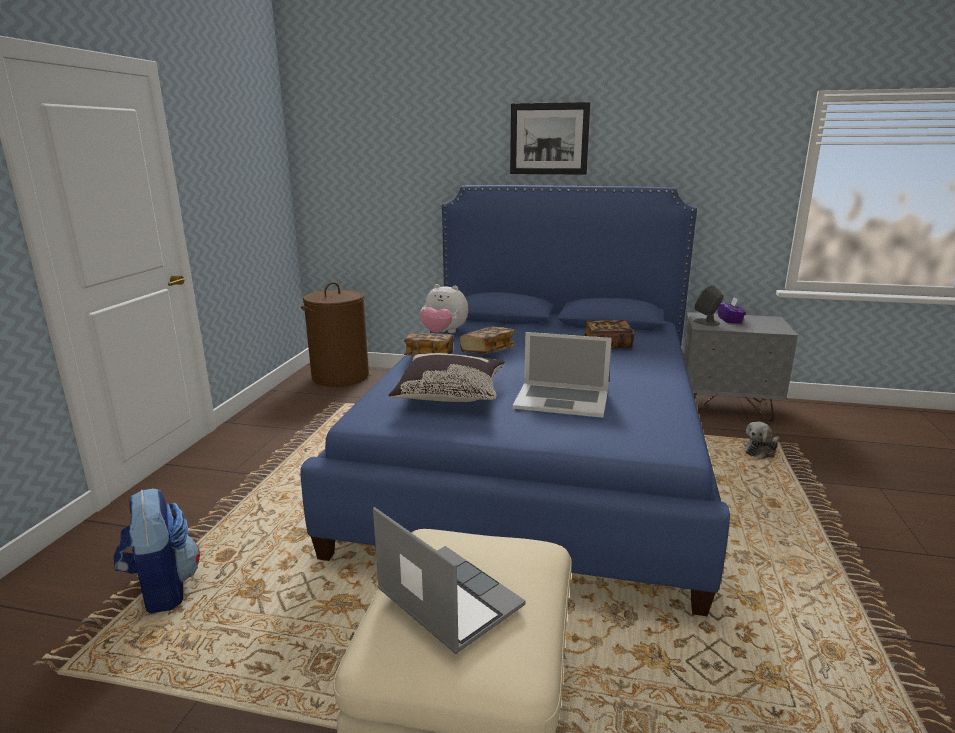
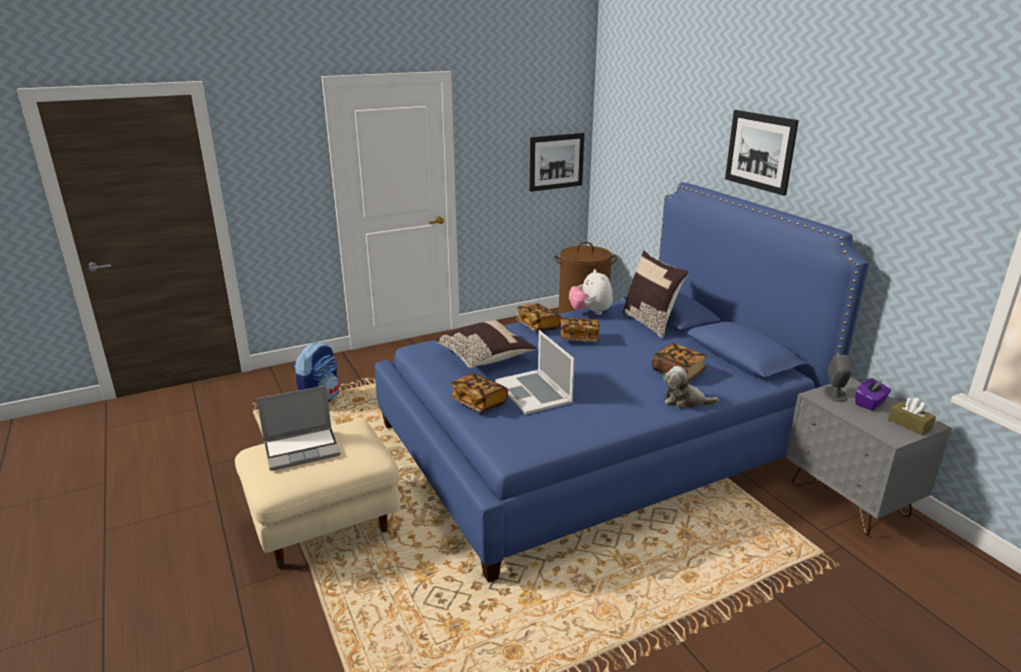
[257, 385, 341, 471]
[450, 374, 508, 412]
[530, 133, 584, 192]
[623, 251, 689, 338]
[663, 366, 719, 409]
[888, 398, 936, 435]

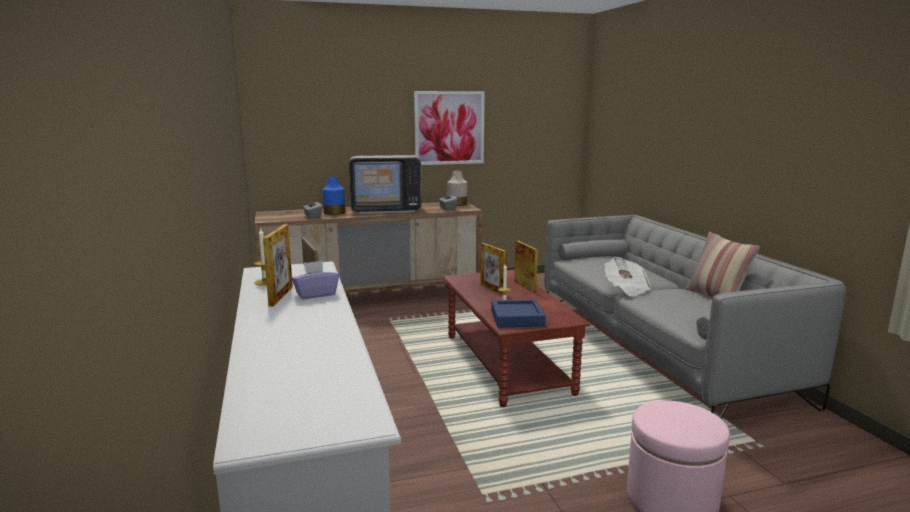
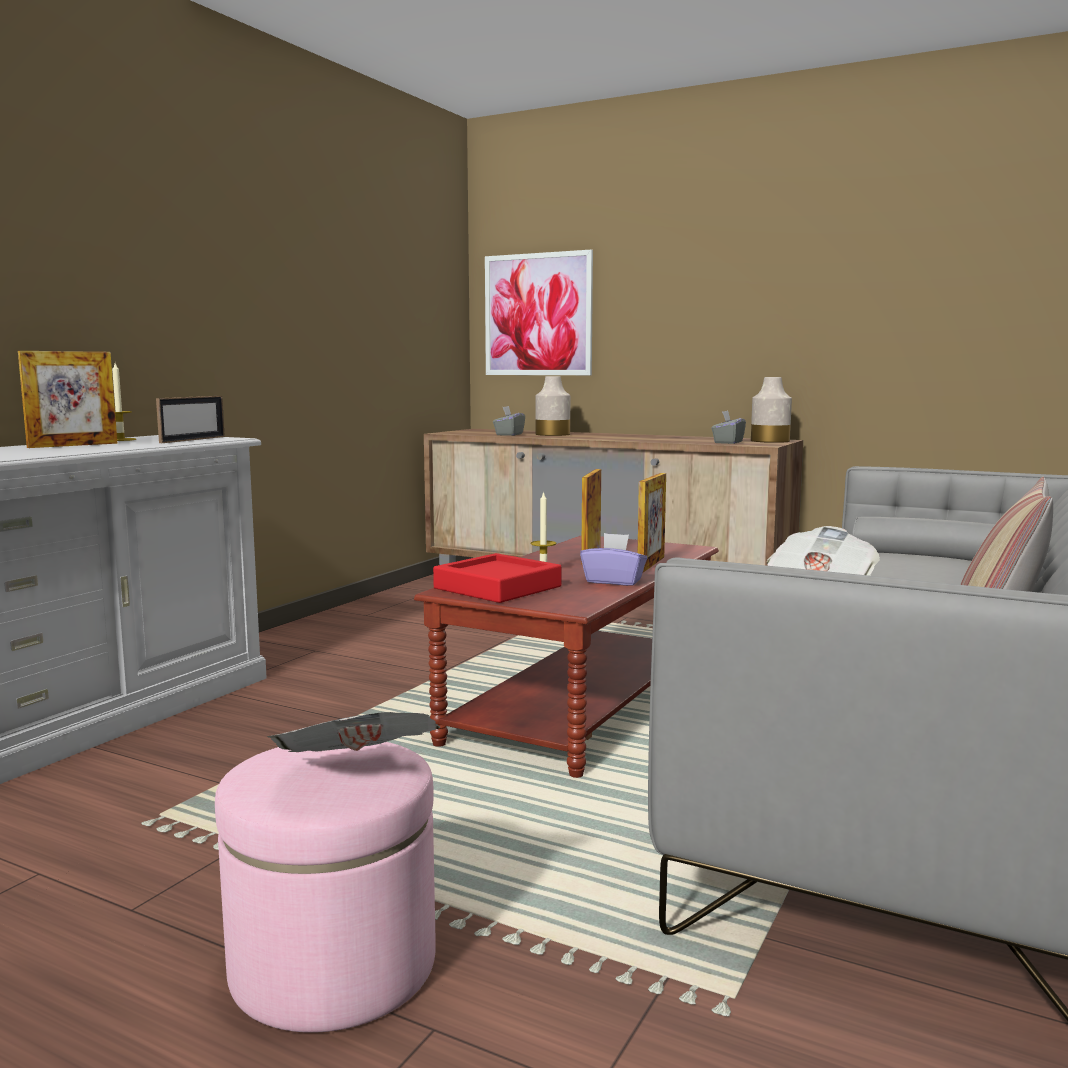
[267, 712, 440, 752]
[433, 553, 561, 603]
[485, 250, 593, 375]
[536, 376, 570, 436]
[580, 533, 647, 586]
[349, 155, 422, 214] (first image)

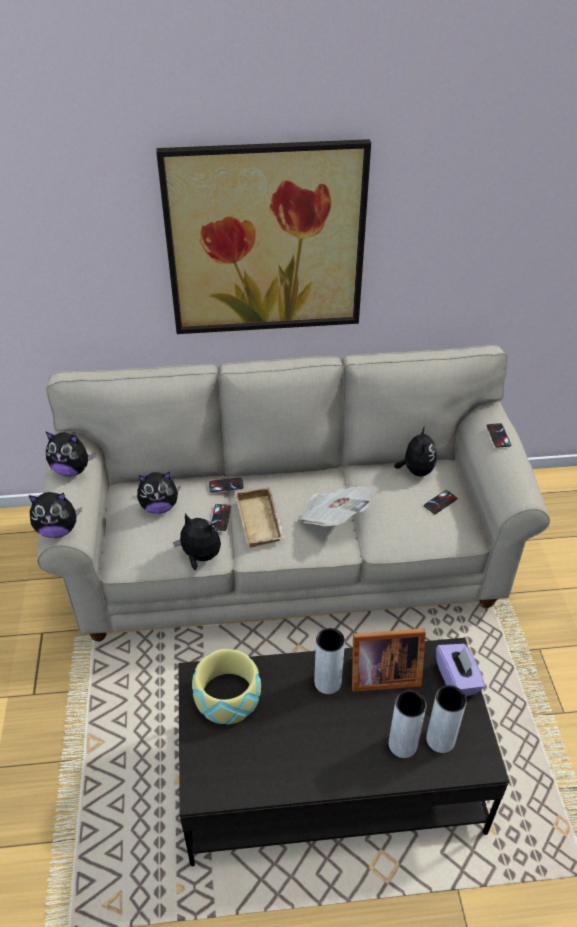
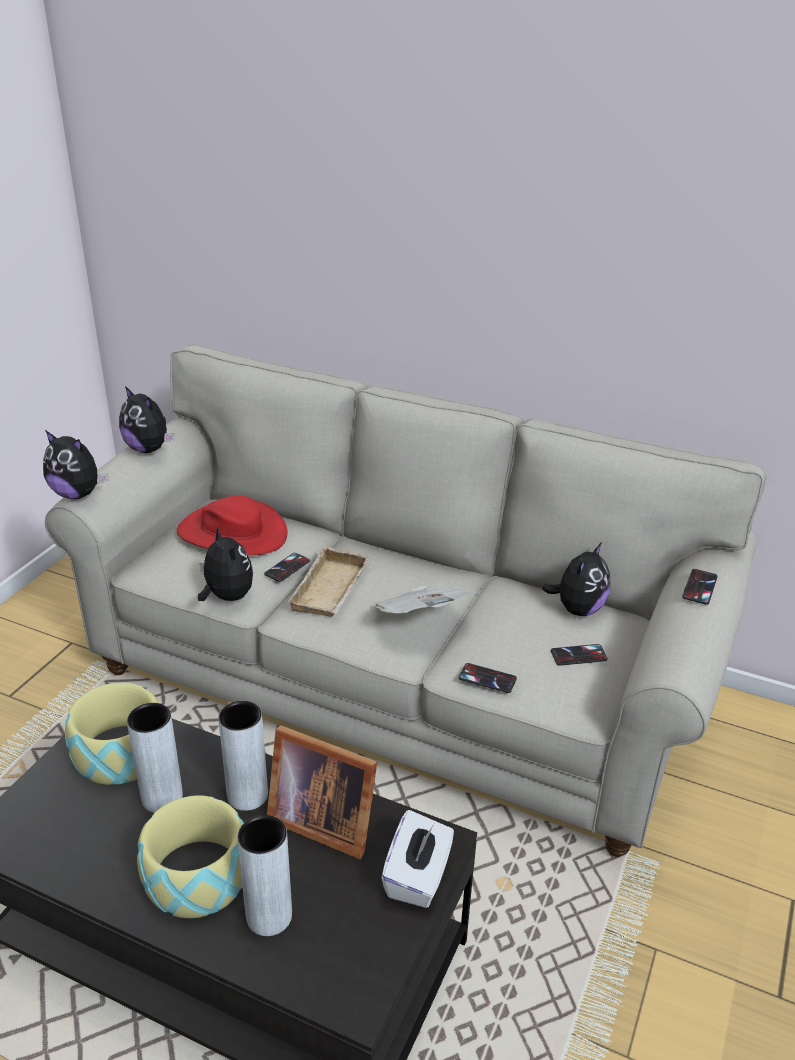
[127, 703, 183, 813]
[137, 795, 243, 918]
[177, 496, 288, 556]
[381, 810, 454, 908]
[459, 663, 517, 693]
[156, 139, 371, 334] (first image)

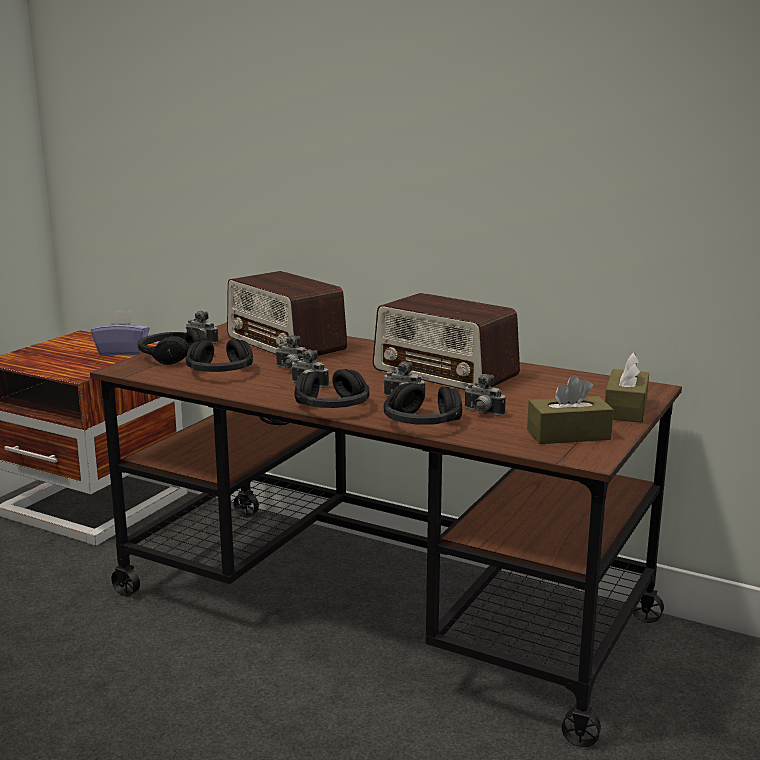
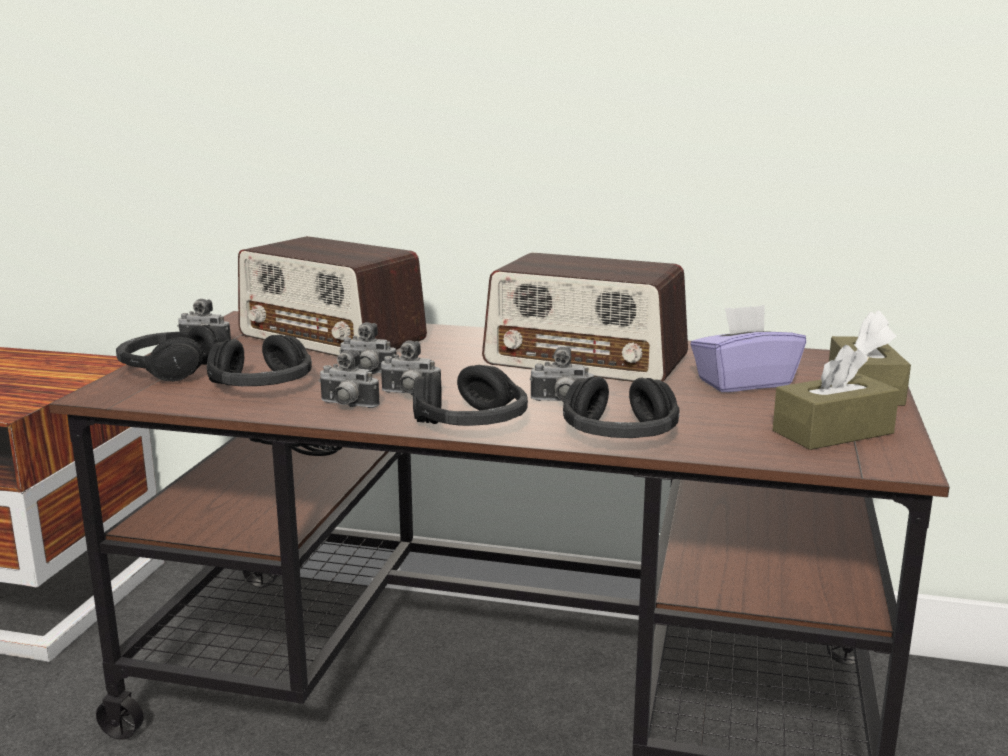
[318, 350, 380, 408]
[691, 305, 806, 392]

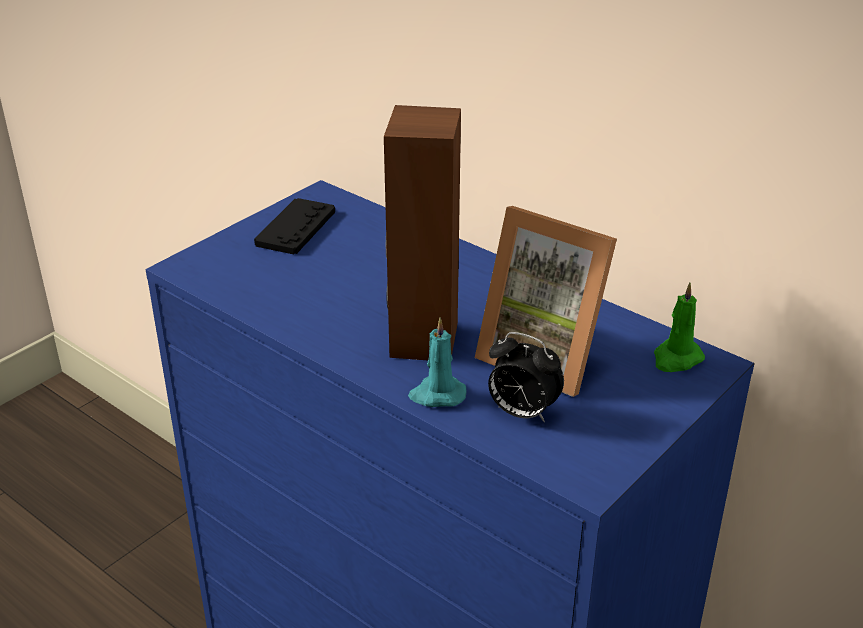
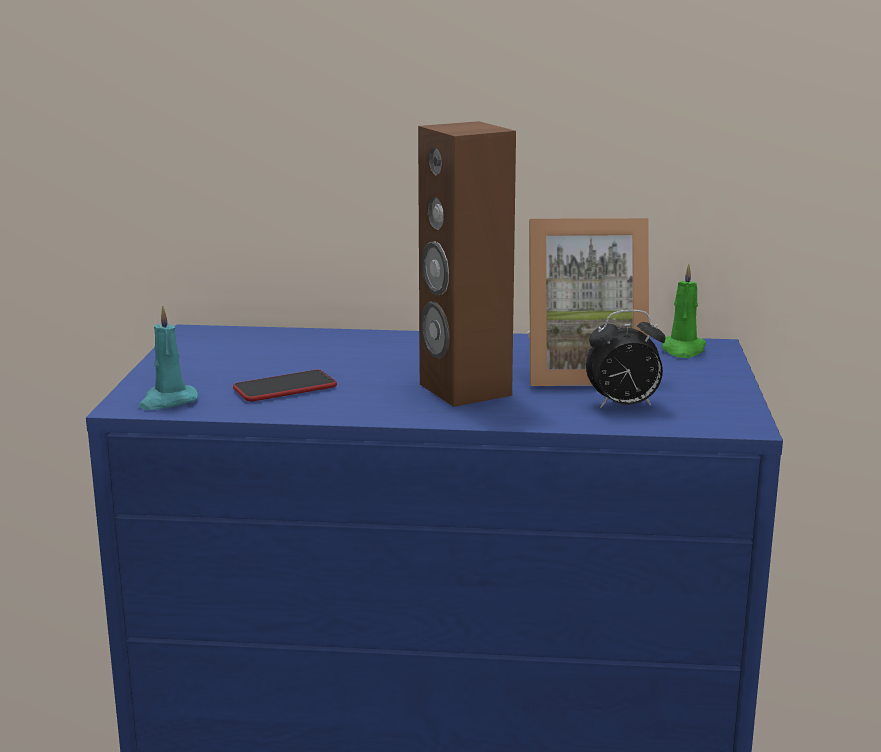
[138, 305, 199, 410]
[233, 370, 337, 401]
[254, 198, 335, 254] (first image)

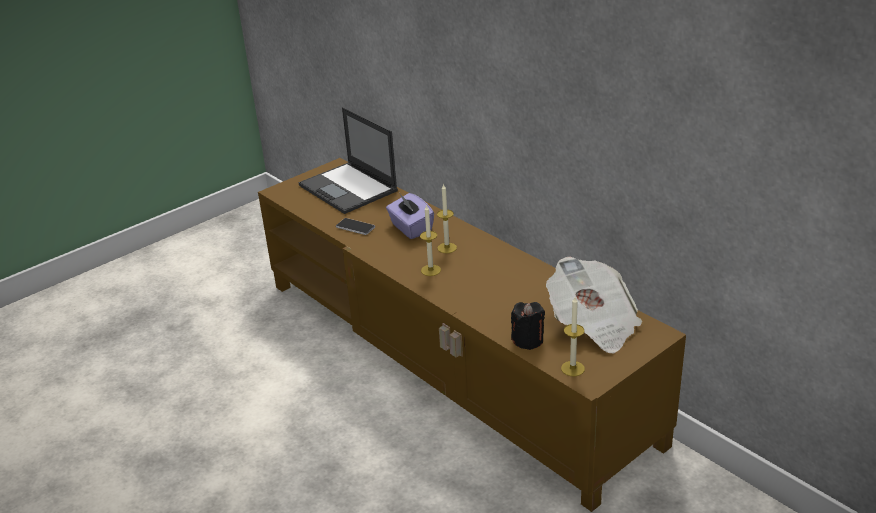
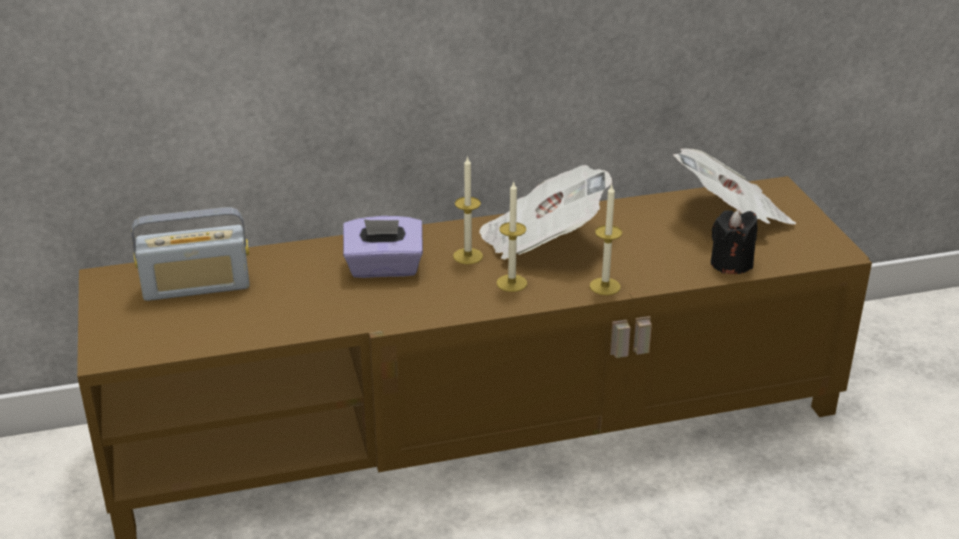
[132, 207, 250, 301]
[479, 165, 612, 260]
[590, 185, 622, 295]
[336, 218, 375, 235] (first image)

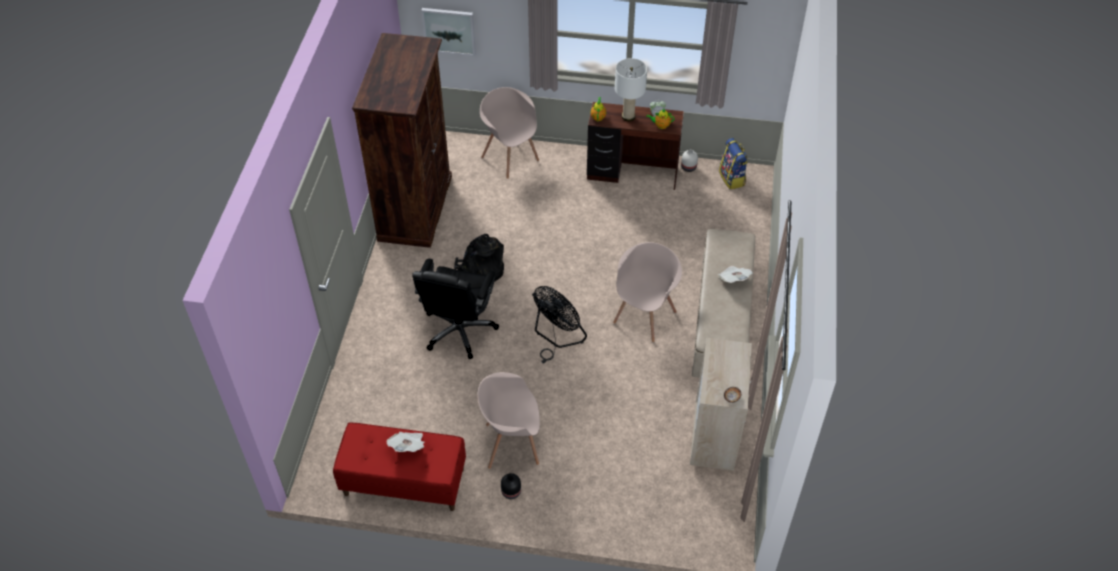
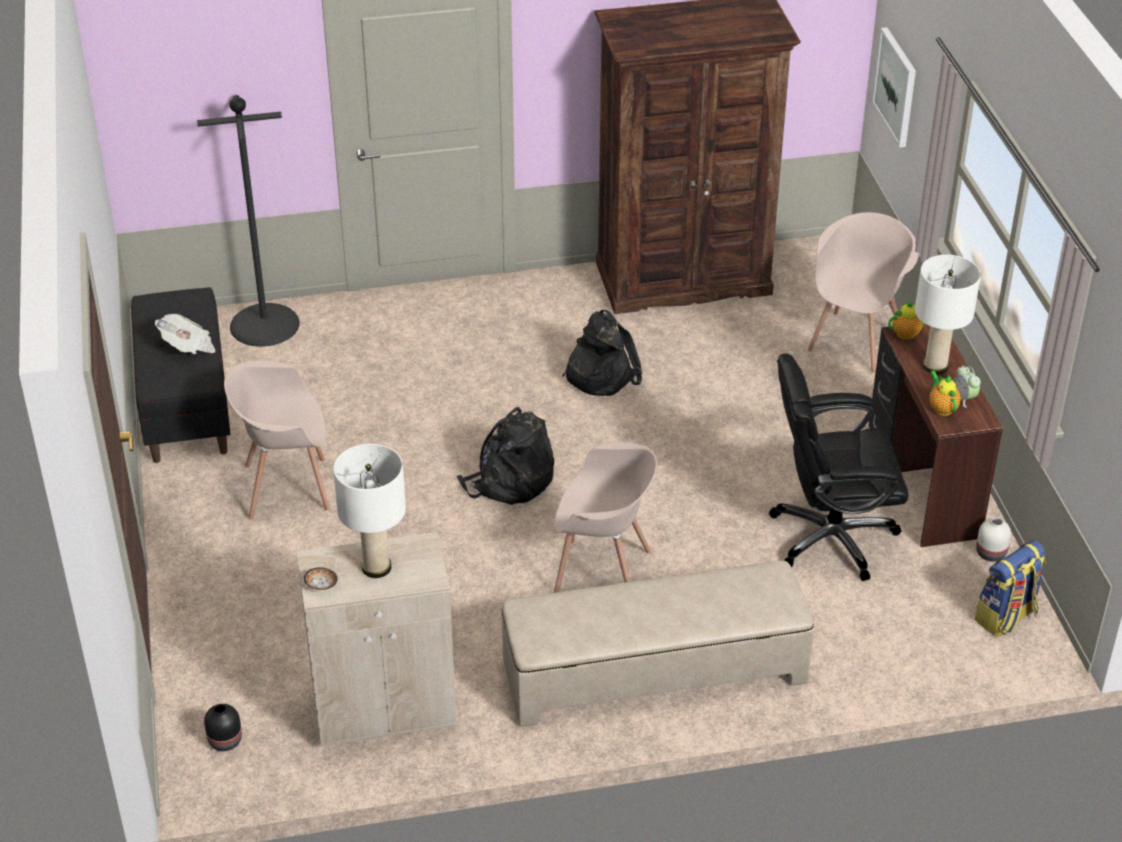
[131, 287, 231, 463]
[197, 95, 300, 347]
[204, 704, 242, 751]
[224, 361, 330, 520]
[333, 444, 406, 578]
[457, 407, 554, 505]
[769, 353, 908, 581]
[718, 266, 753, 283] (first image)

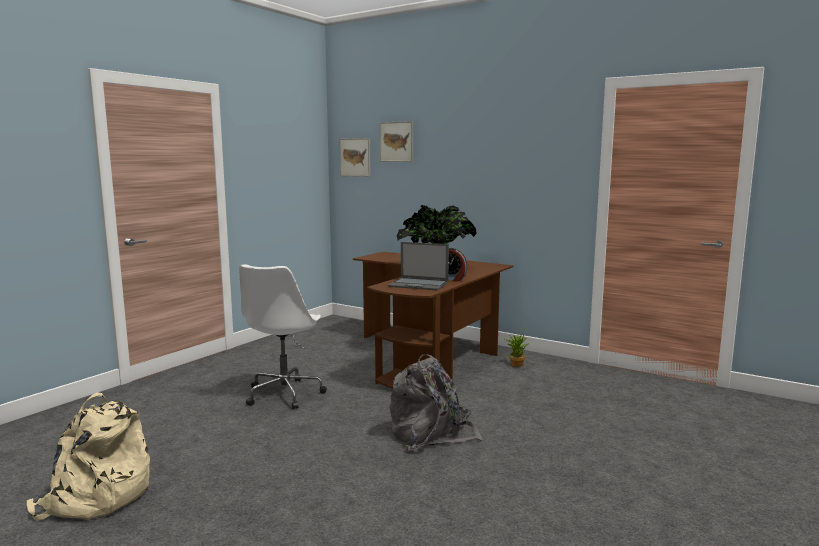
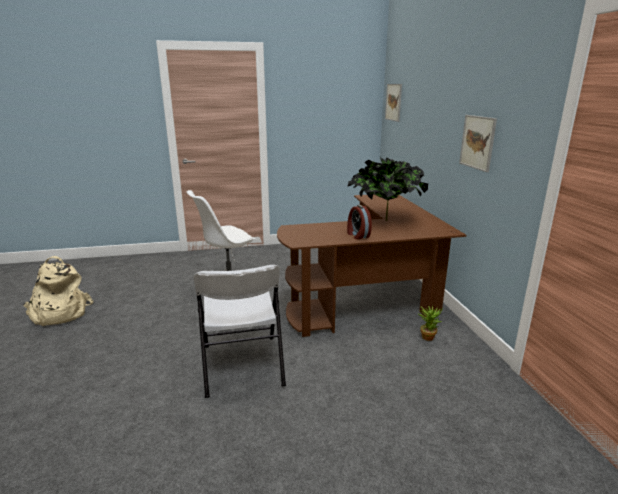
[194, 265, 286, 398]
[459, 115, 497, 172]
[388, 242, 449, 291] (first image)

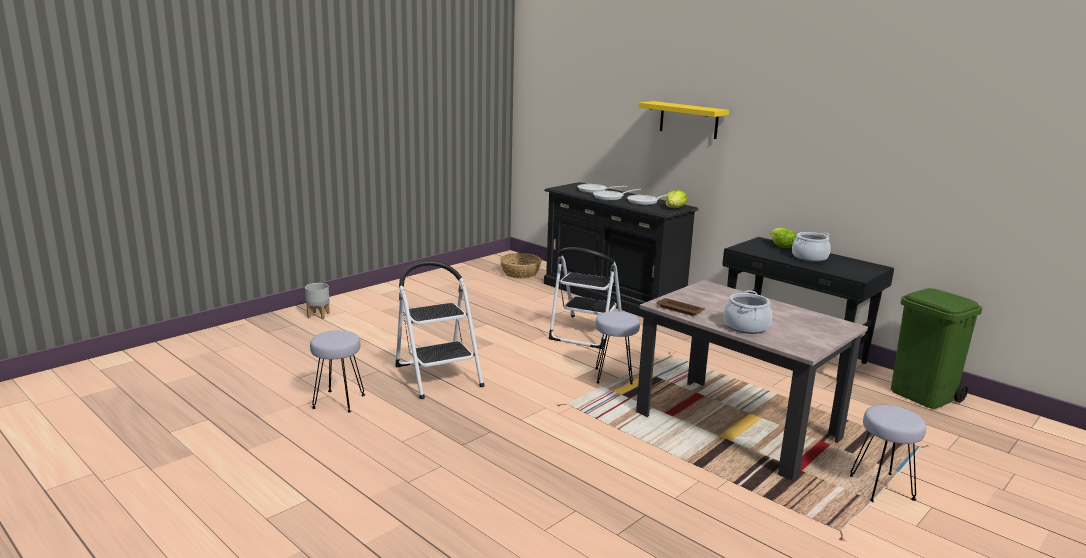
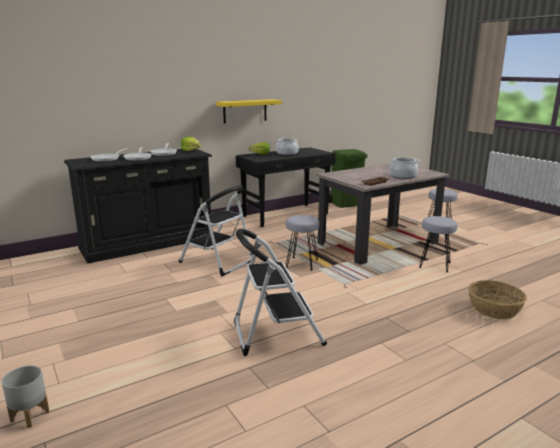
[216, 99, 282, 123]
[419, 216, 457, 272]
[468, 280, 527, 319]

